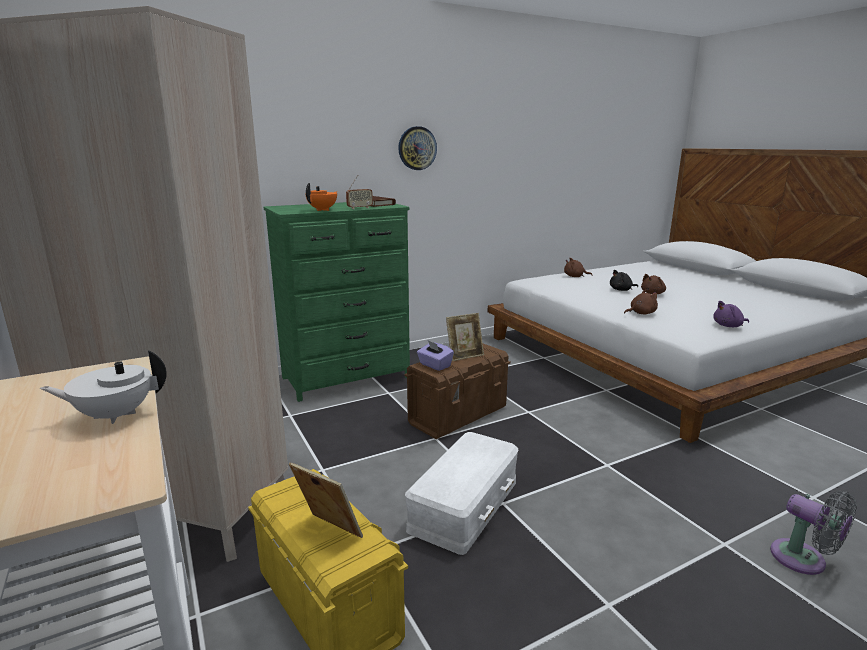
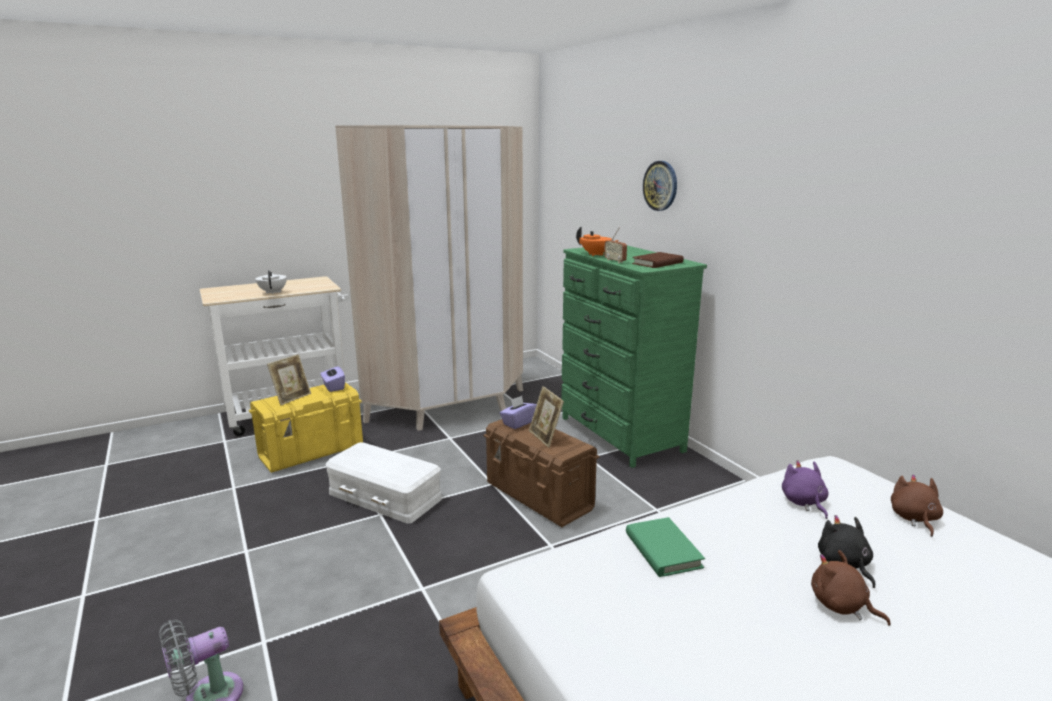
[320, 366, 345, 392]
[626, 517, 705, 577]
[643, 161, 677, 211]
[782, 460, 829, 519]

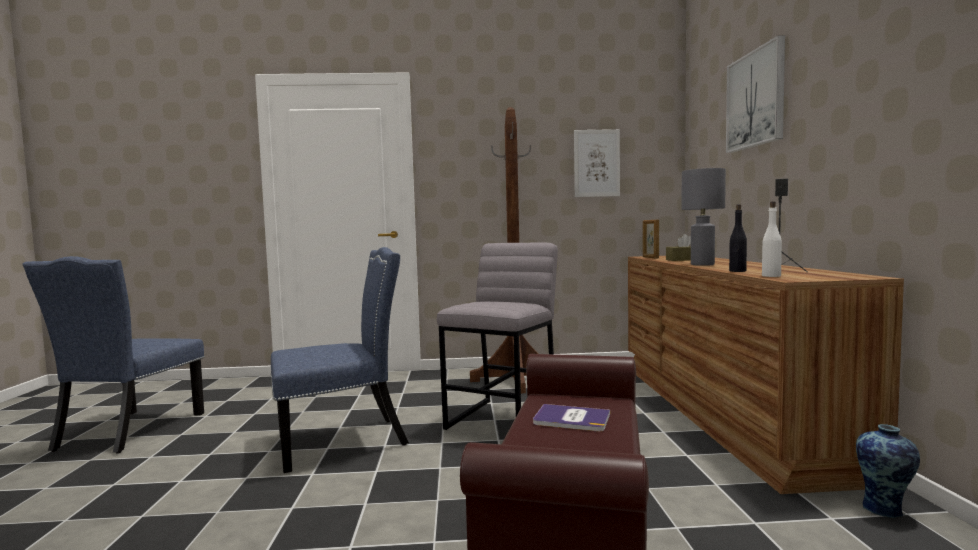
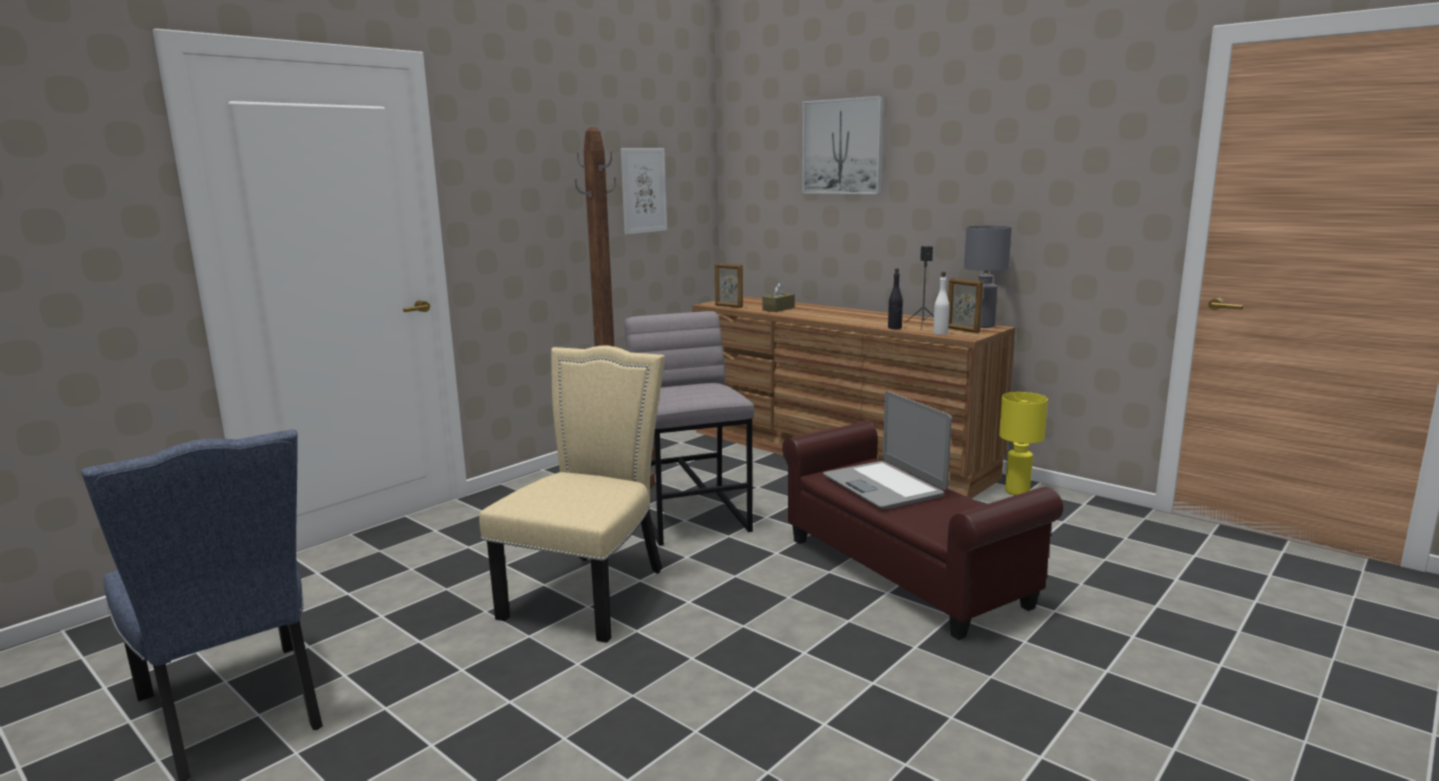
[479, 346, 665, 643]
[823, 391, 952, 508]
[948, 278, 983, 333]
[964, 225, 1012, 328]
[999, 392, 1048, 495]

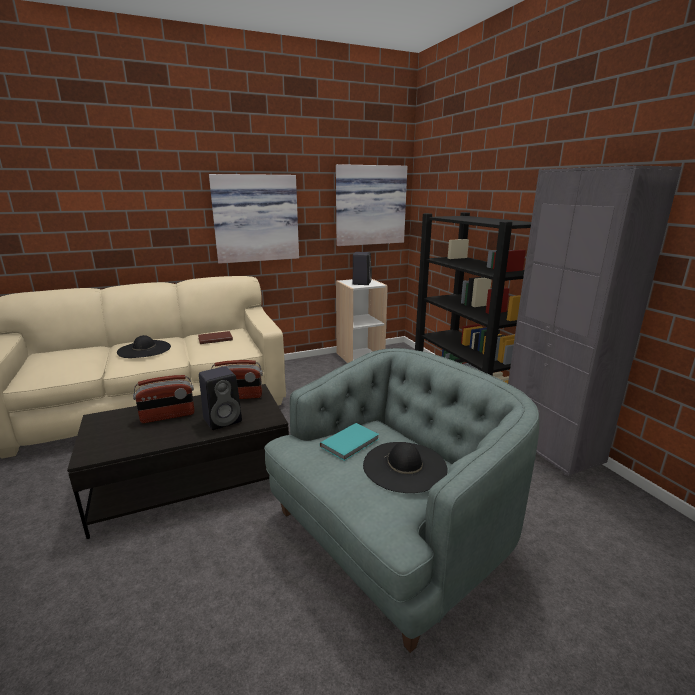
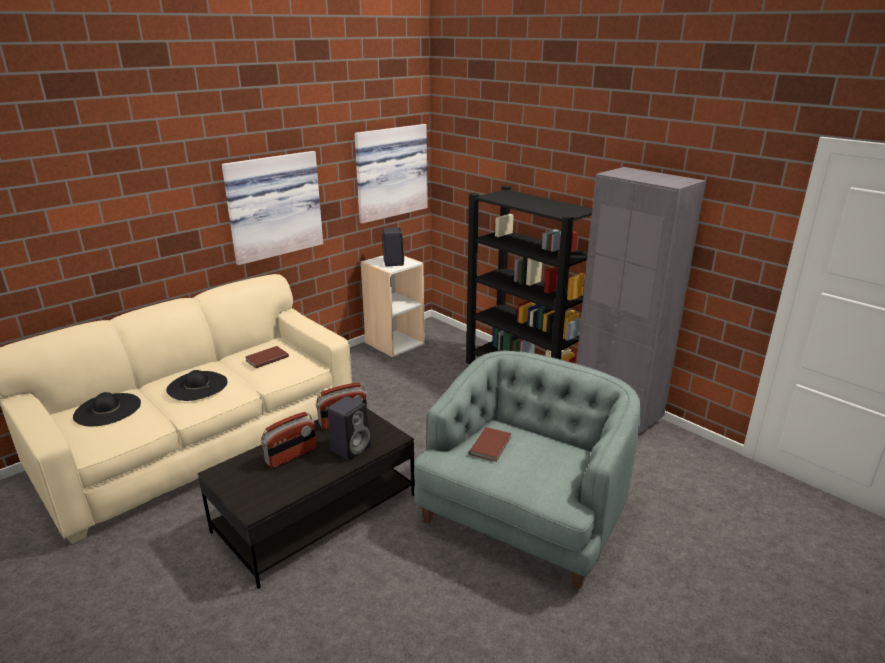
[73, 392, 141, 426]
[469, 427, 511, 462]

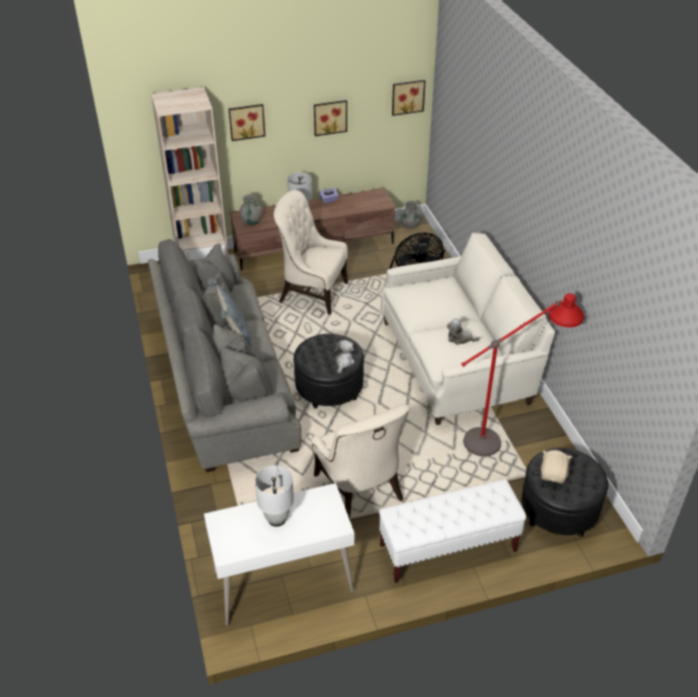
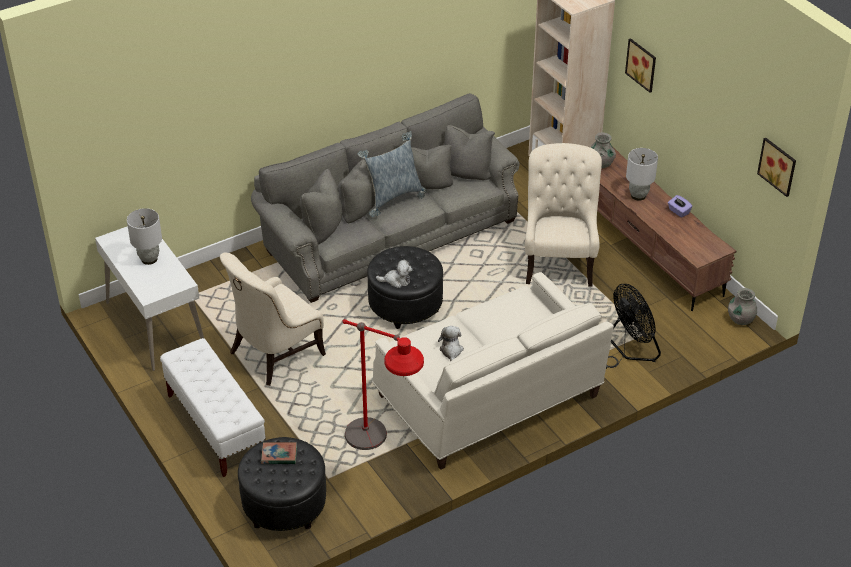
[261, 442, 297, 464]
[314, 100, 347, 136] (first image)

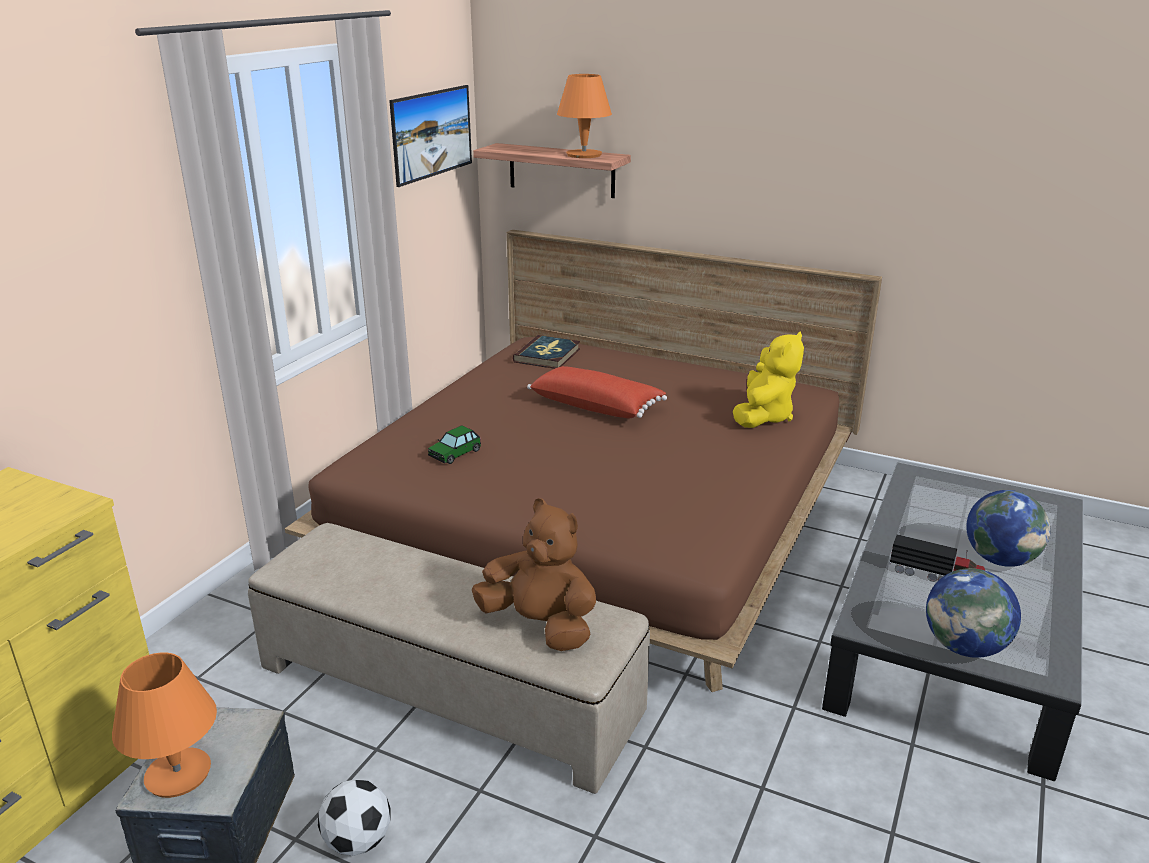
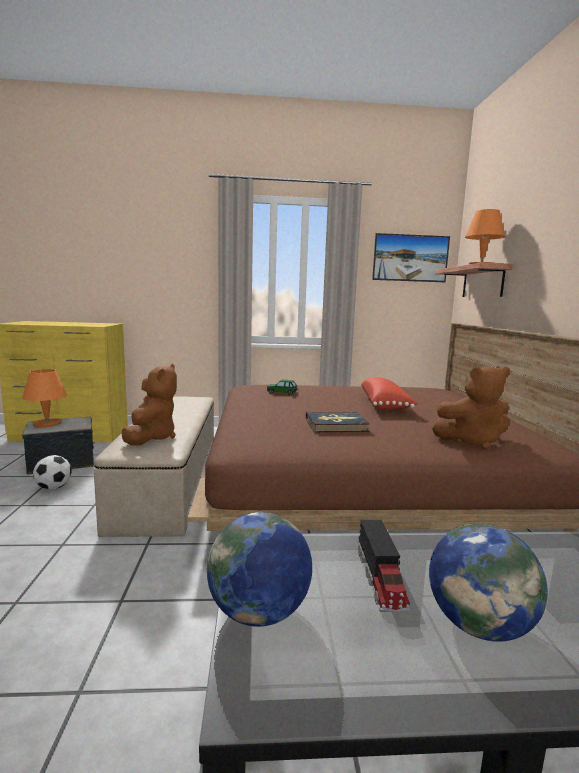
[306, 412, 370, 432]
[432, 366, 510, 450]

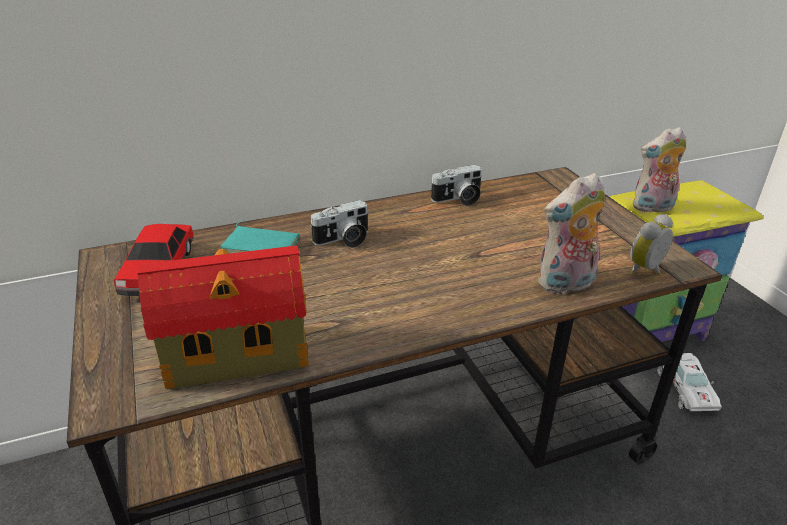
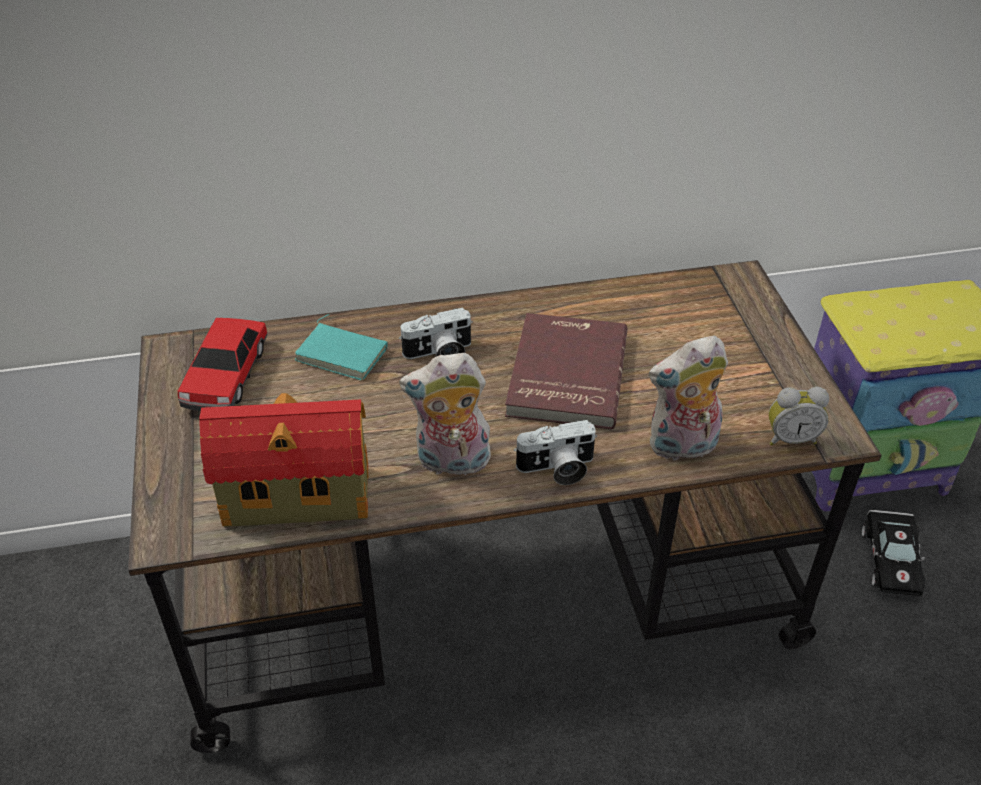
[399, 353, 492, 475]
[505, 313, 628, 430]
[514, 420, 597, 485]
[769, 387, 829, 446]
[861, 510, 925, 596]

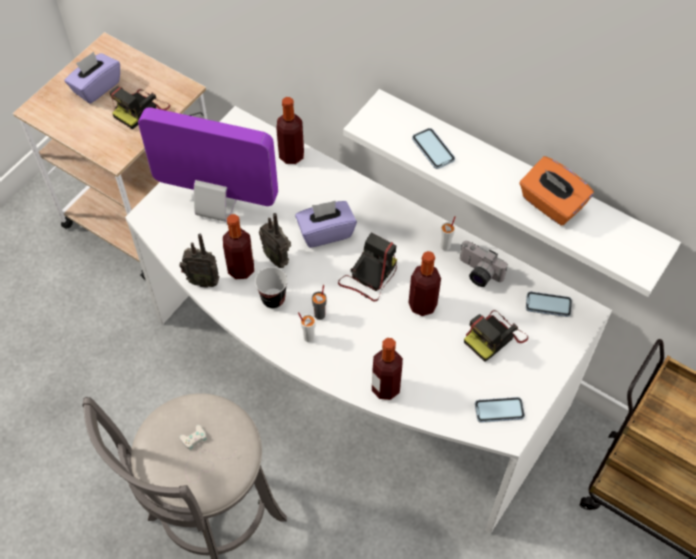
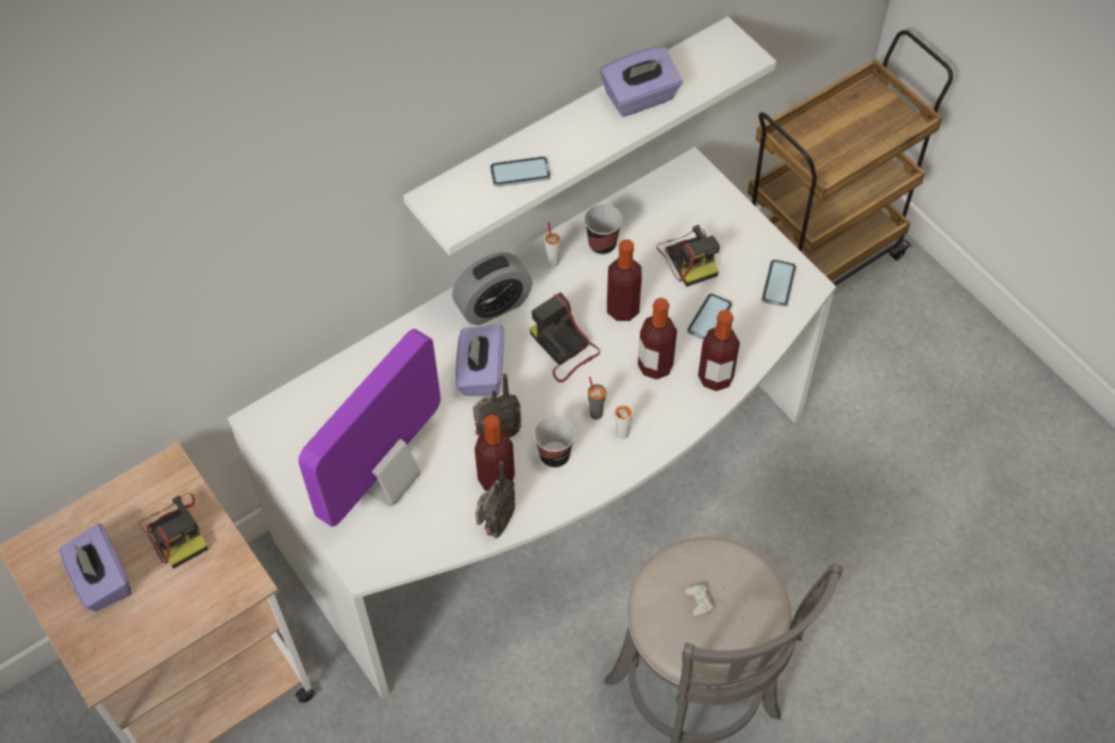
[452, 252, 532, 325]
[584, 204, 622, 255]
[600, 46, 682, 117]
[638, 298, 677, 380]
[687, 293, 732, 340]

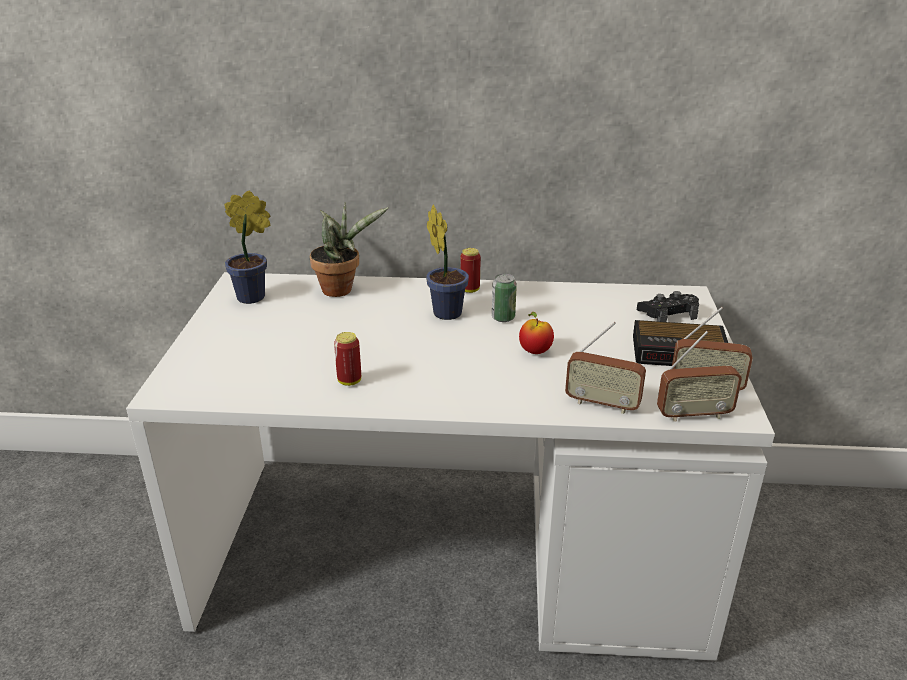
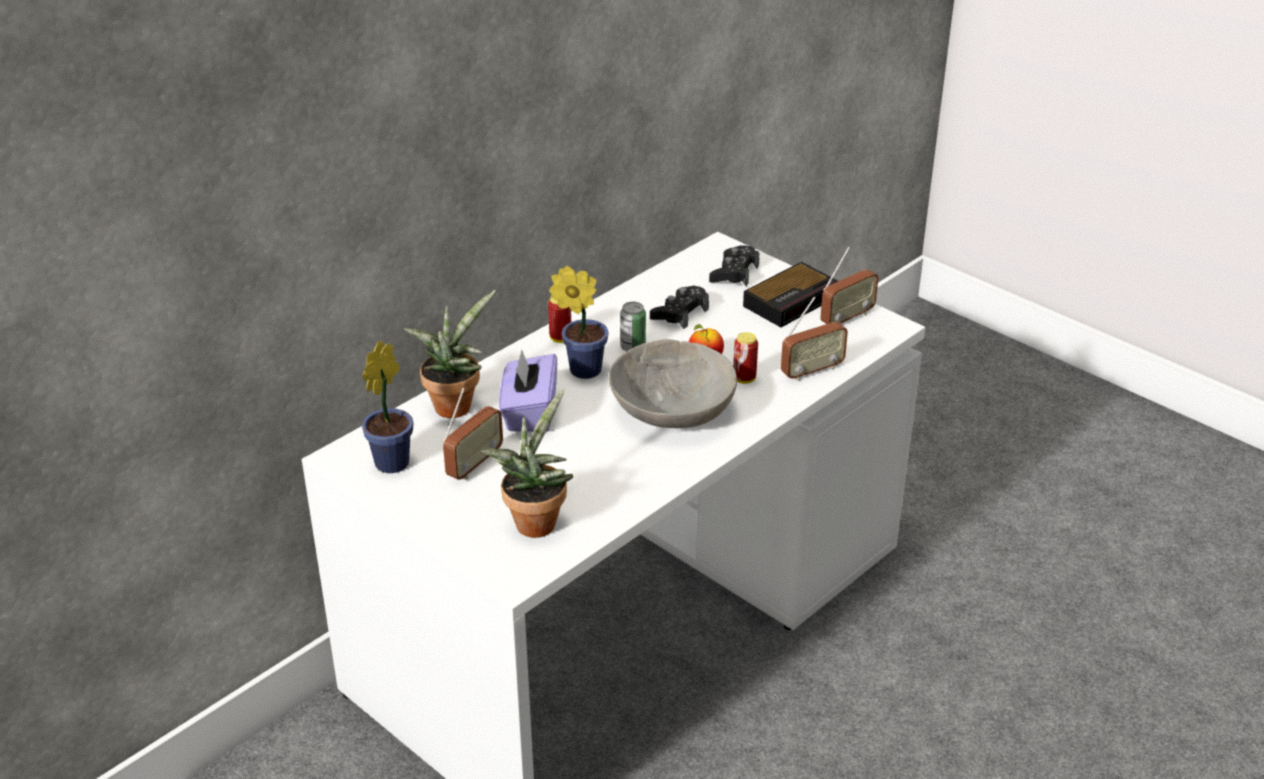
[443, 388, 503, 480]
[481, 389, 573, 538]
[499, 349, 557, 432]
[609, 339, 737, 428]
[650, 285, 709, 329]
[733, 332, 758, 384]

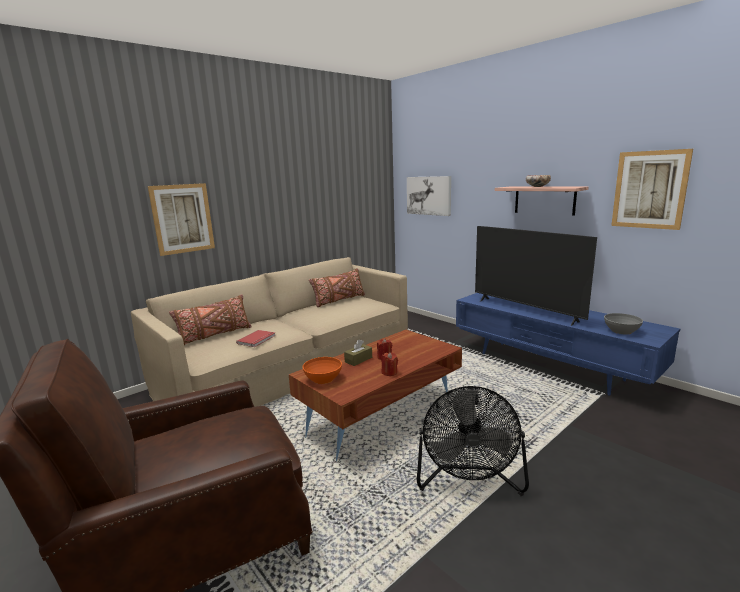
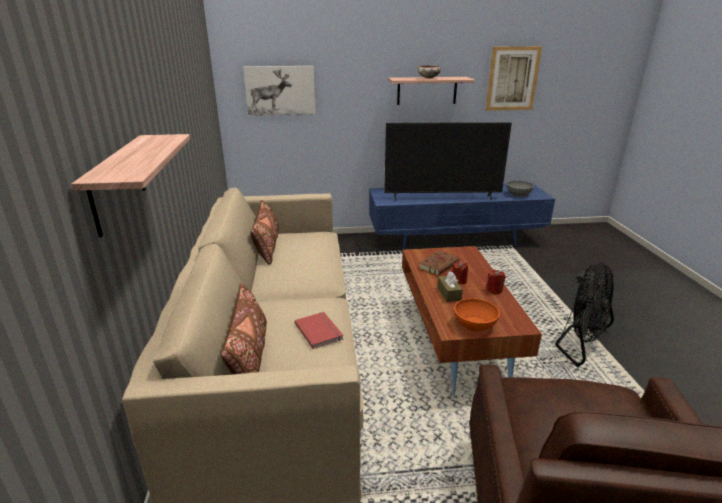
[71, 134, 190, 238]
[418, 250, 460, 276]

